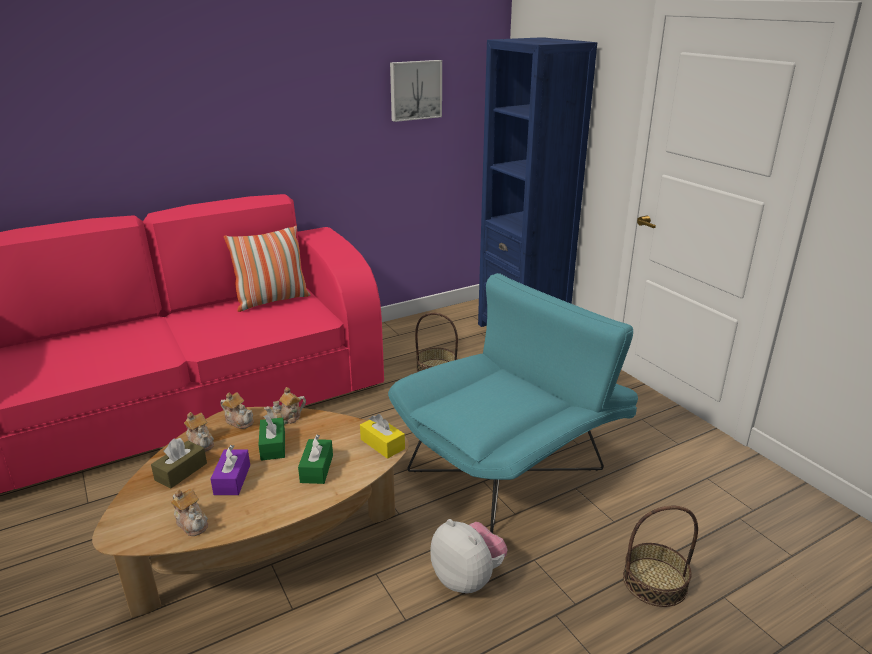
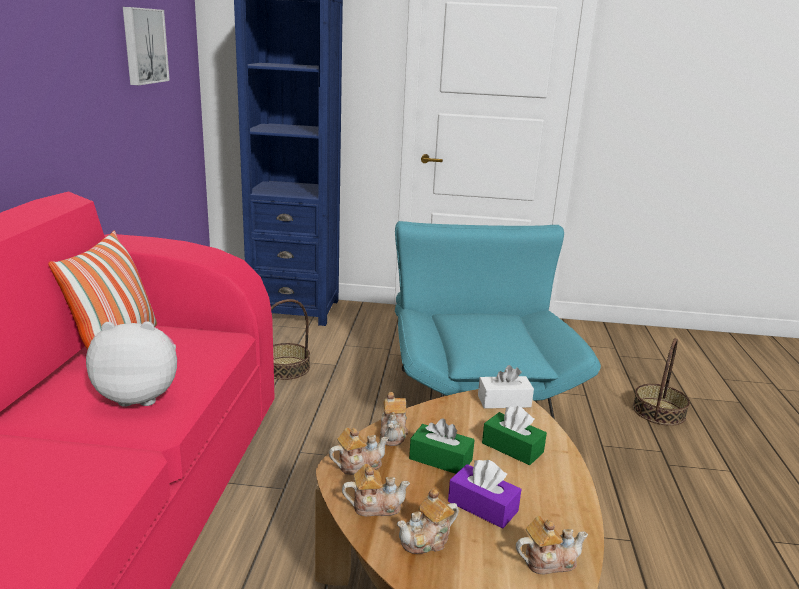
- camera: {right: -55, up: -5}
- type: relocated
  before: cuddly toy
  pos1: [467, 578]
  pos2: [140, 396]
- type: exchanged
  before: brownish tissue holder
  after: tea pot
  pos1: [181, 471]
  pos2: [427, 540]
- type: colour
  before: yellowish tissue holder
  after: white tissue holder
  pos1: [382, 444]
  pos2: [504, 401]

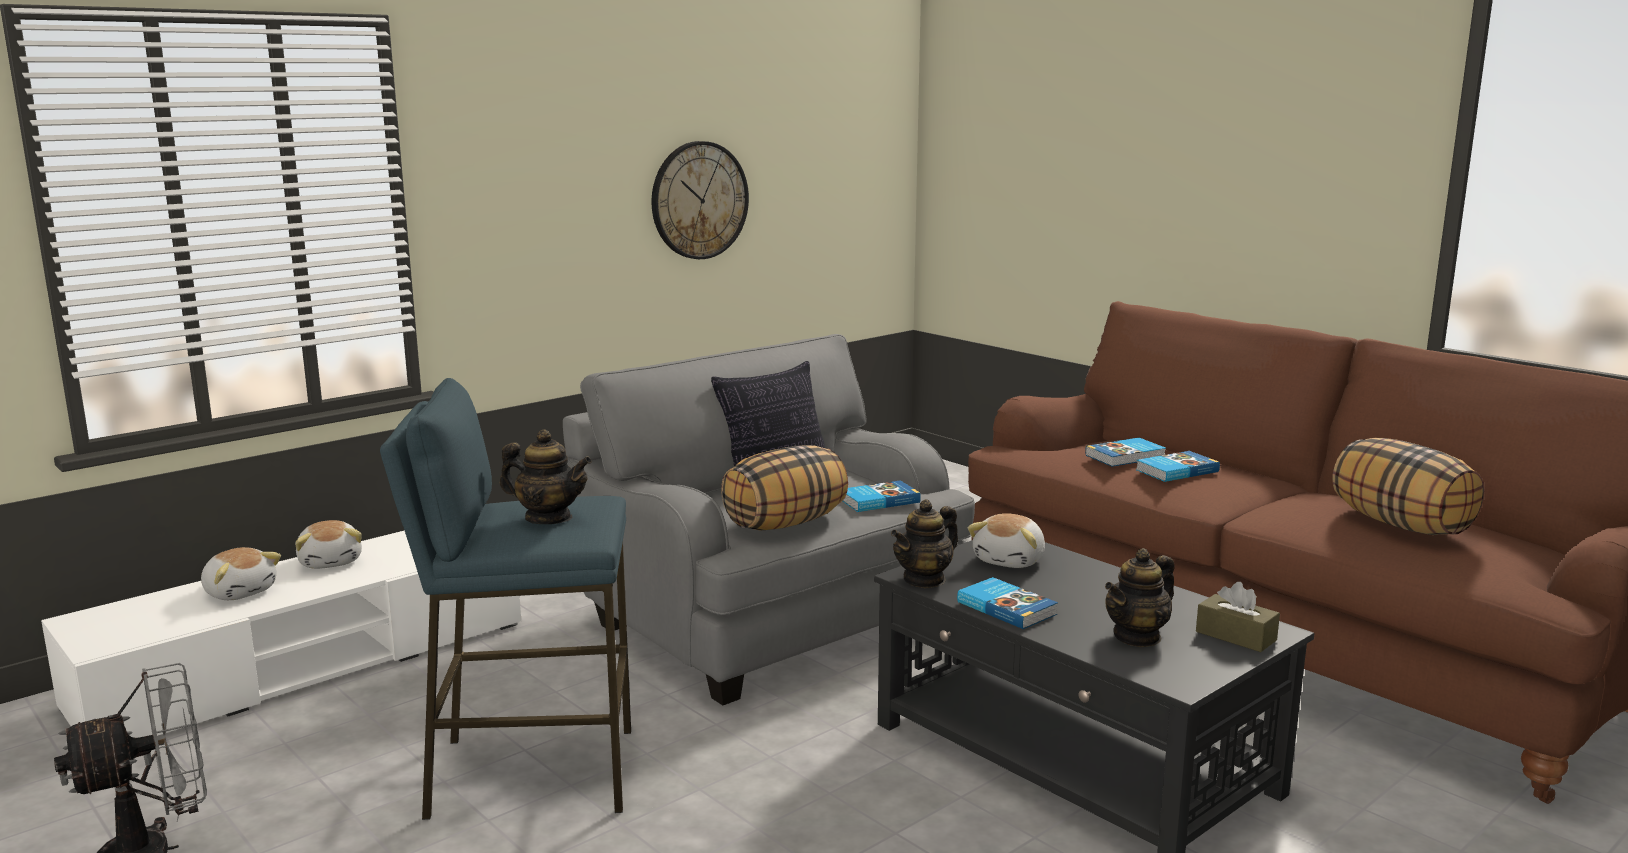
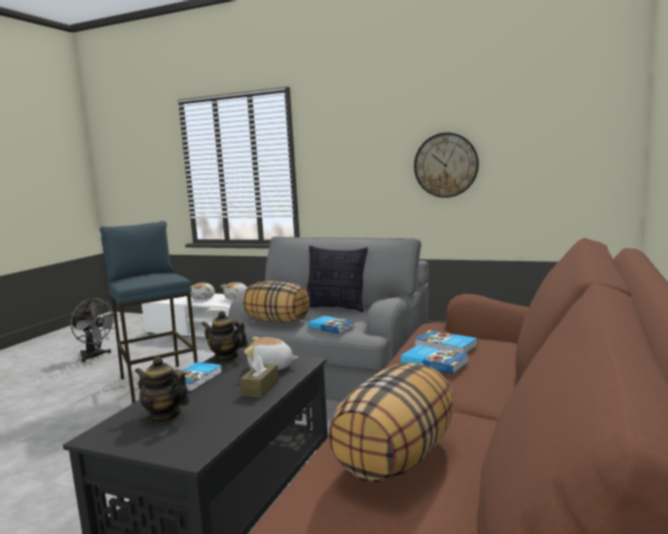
- camera: {right: 65, up: -5}
- type: relocated
  before: brownish tissue holder
  pos1: [1236, 636]
  pos2: [260, 388]
- type: missing
  before: tea pot
  pos1: [548, 518]

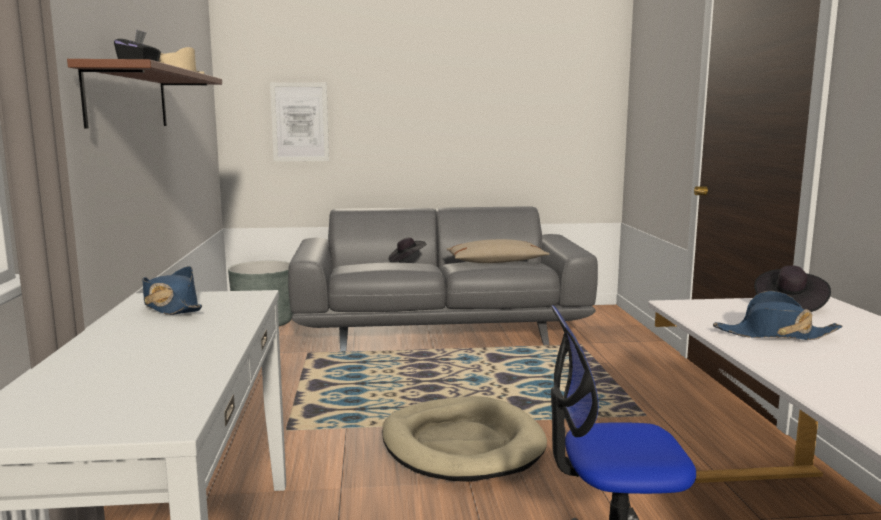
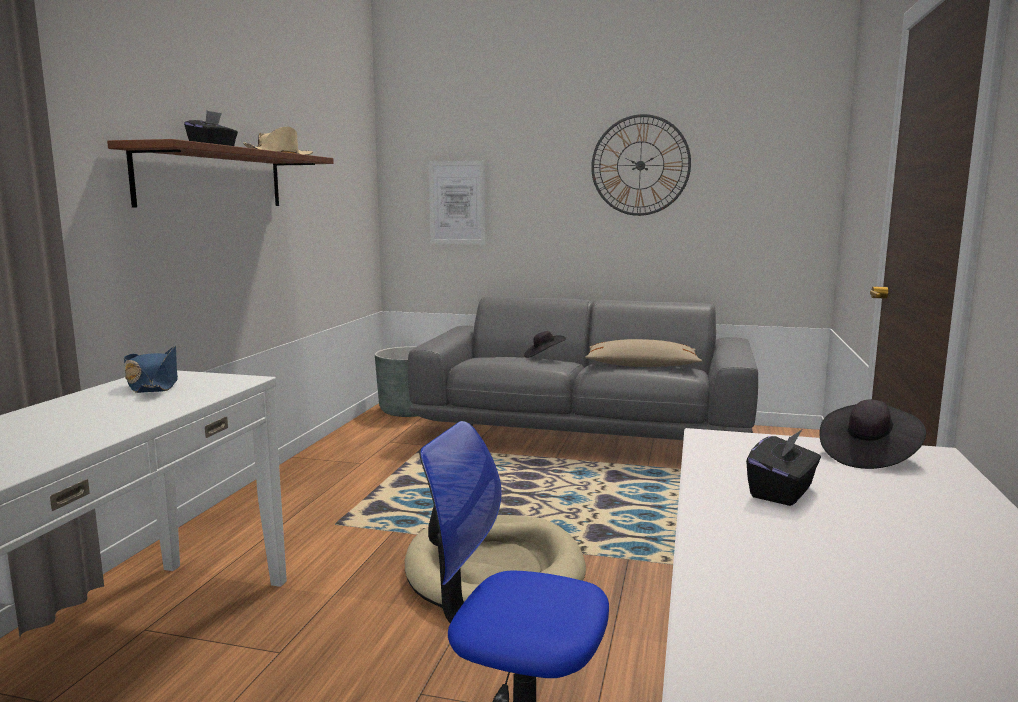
- camera: {right: 20, up: 0}
- type: appeared
  after: wall clock
  pos2: [640, 165]
- type: exchanged
  before: blue hat
  after: black-coloured tissue holder
  pos1: [775, 334]
  pos2: [782, 492]

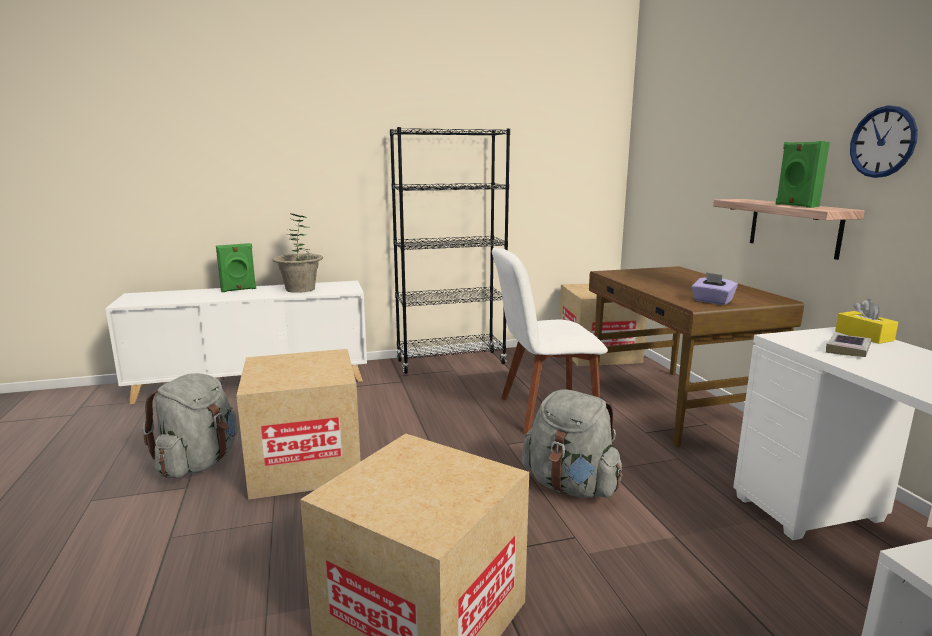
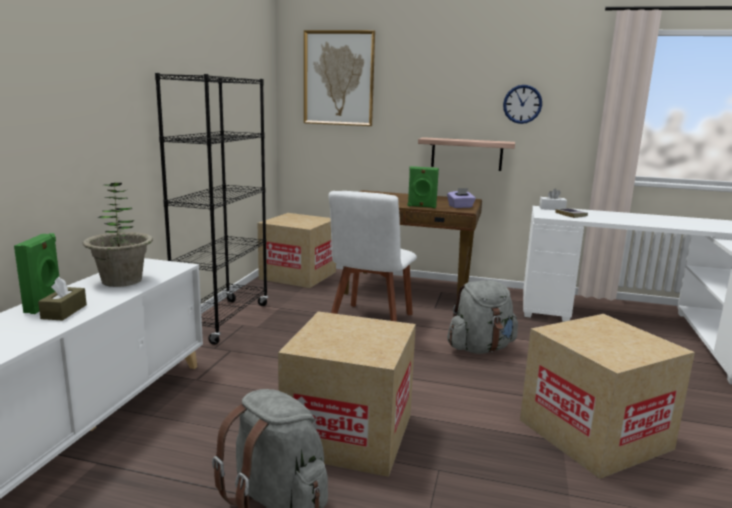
- camera: {right: -60, up: 0}
- type: appeared
  after: brownish tissue holder
  pos2: [64, 312]
- type: appeared
  after: wall art
  pos2: [338, 78]
- type: relocated
  before: green loudspeaker
  pos1: [795, 205]
  pos2: [421, 206]
- type: colour
  before: yellowish tissue holder
  after: white tissue holder
  pos1: [864, 336]
  pos2: [552, 208]

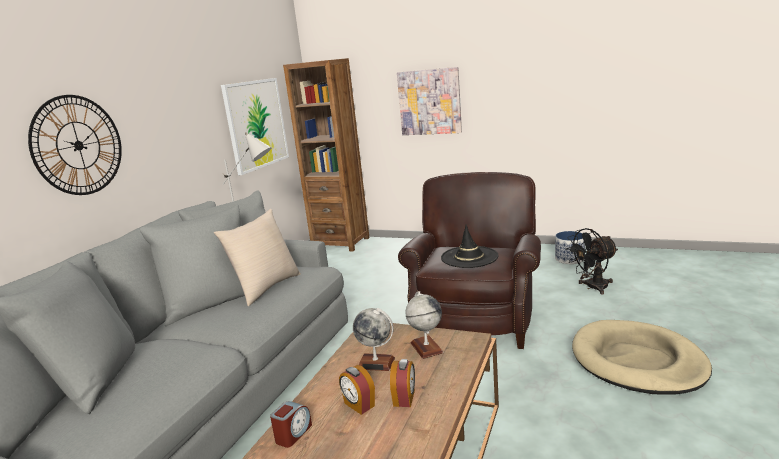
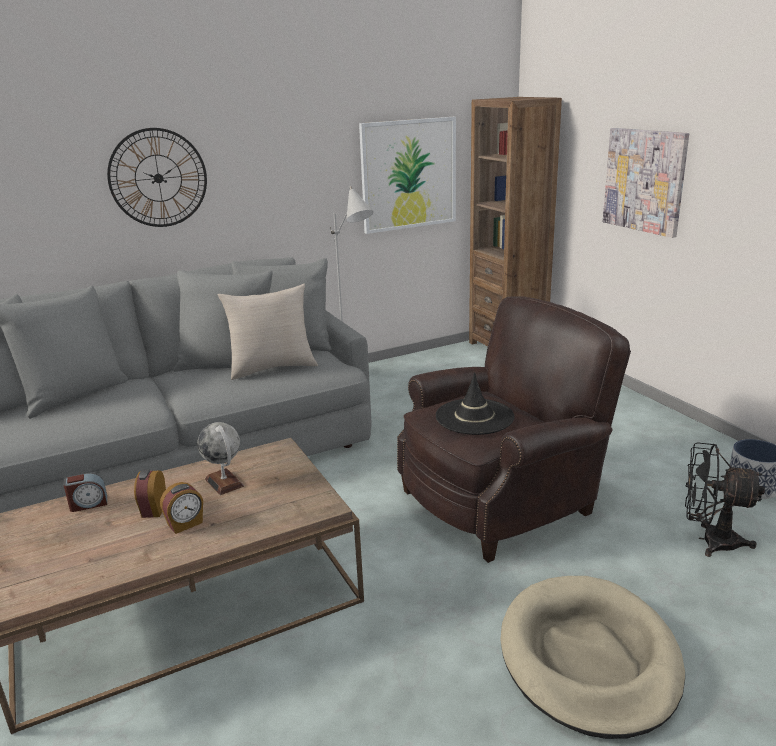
- camera: {right: 40, up: 5}
- type: missing
  before: desk globe
  pos1: [426, 347]

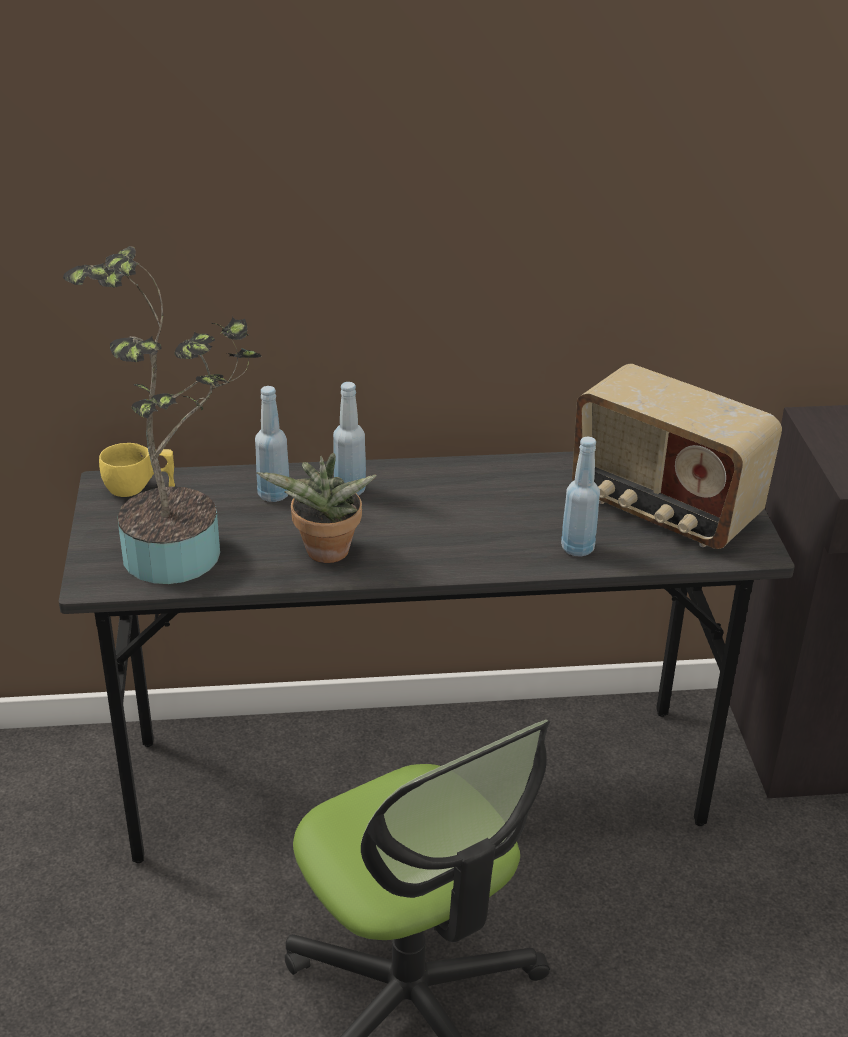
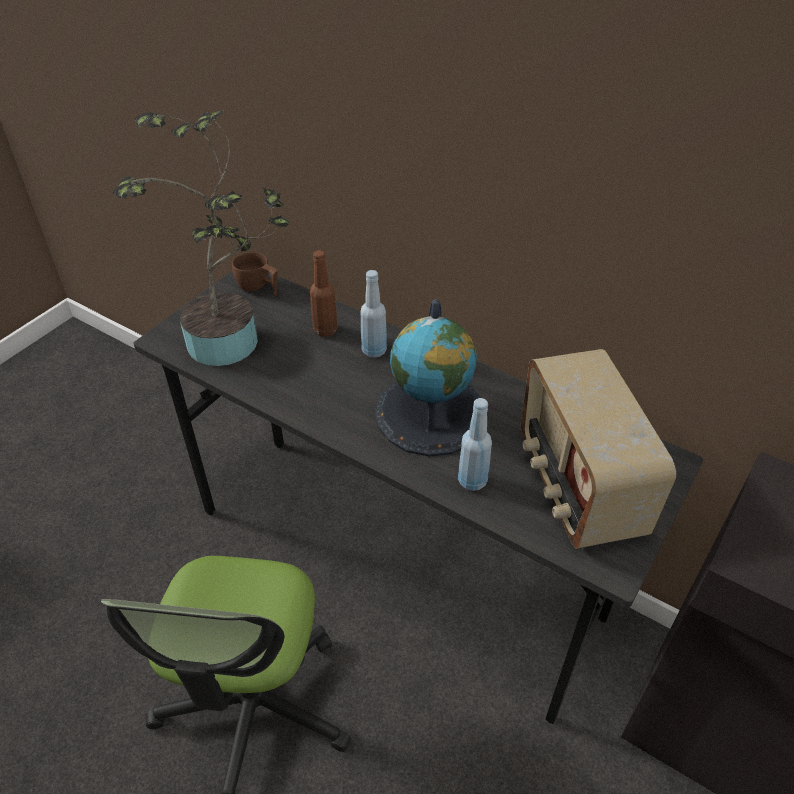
- camera: {right: 40, up: 10}
- type: colour
  before: yellowish small cup
  after: brownish small cup
  pos1: [139, 488]
  pos2: [258, 288]
- type: colour
  before: blue drink bottle
  after: brownish drink bottle
  pos1: [273, 494]
  pos2: [325, 330]
- type: appeared
  after: desk globe
  pos2: [431, 413]
- type: missing
  before: houseplant
  pos1: [325, 555]

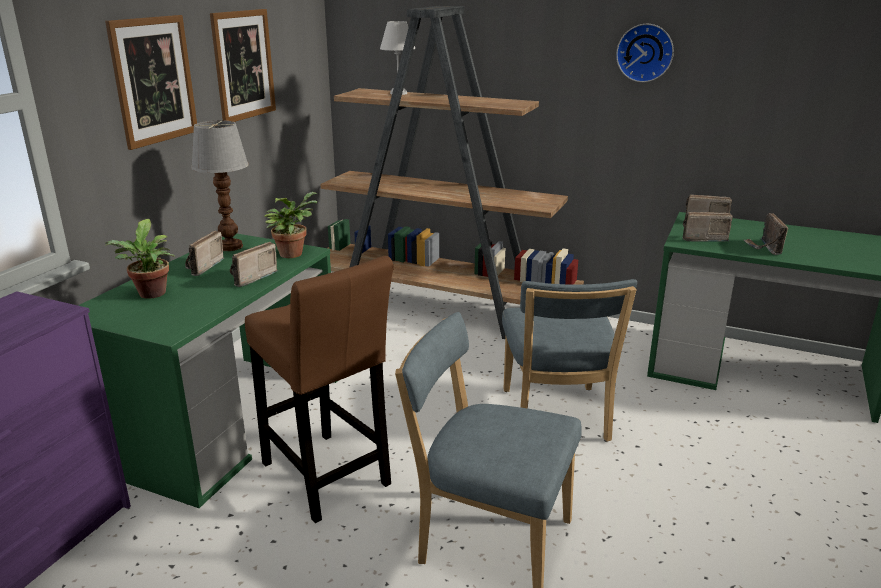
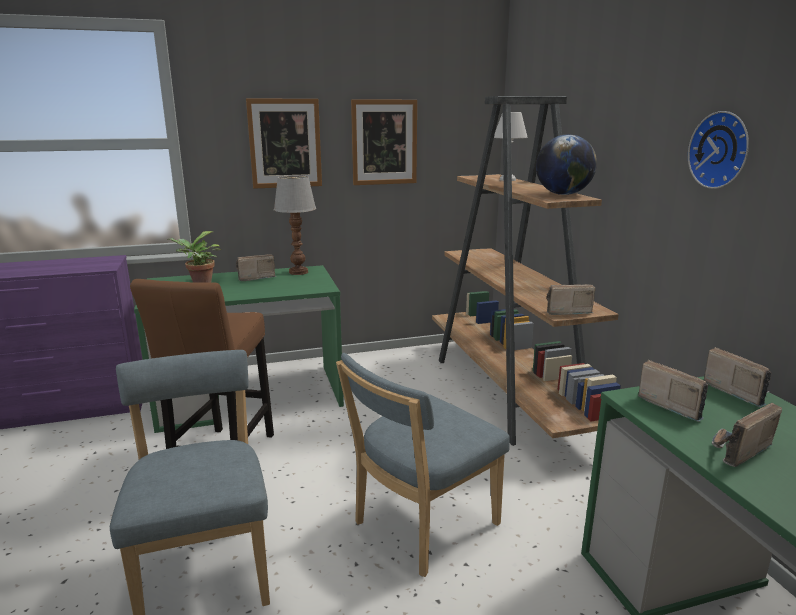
- camera: {right: 50, up: -5}
- type: appeared
  after: desk globe
  pos2: [563, 194]
- type: relocated
  before: radio set
  pos1: [250, 278]
  pos2: [565, 311]
- type: missing
  before: houseplant
  pos1: [292, 253]

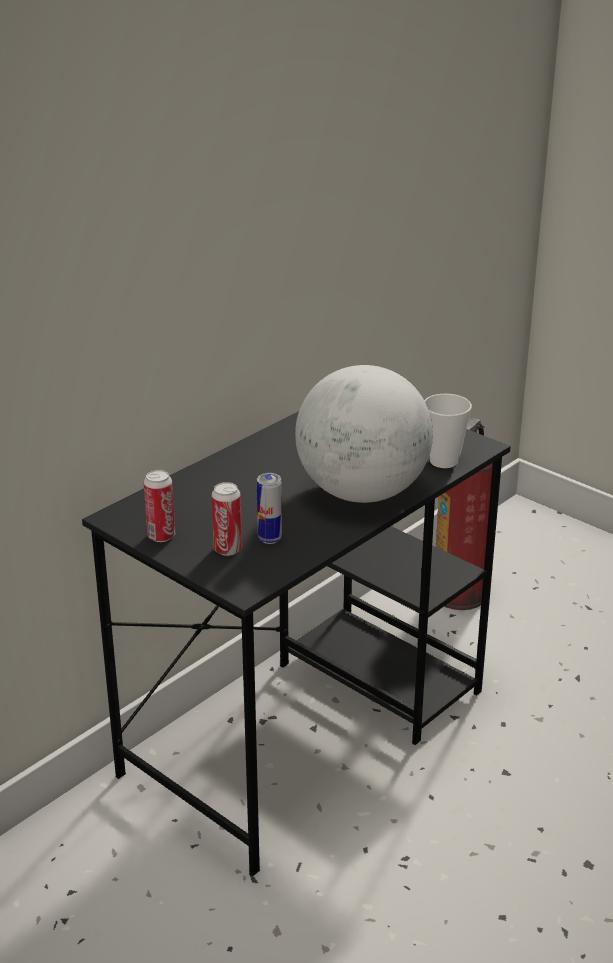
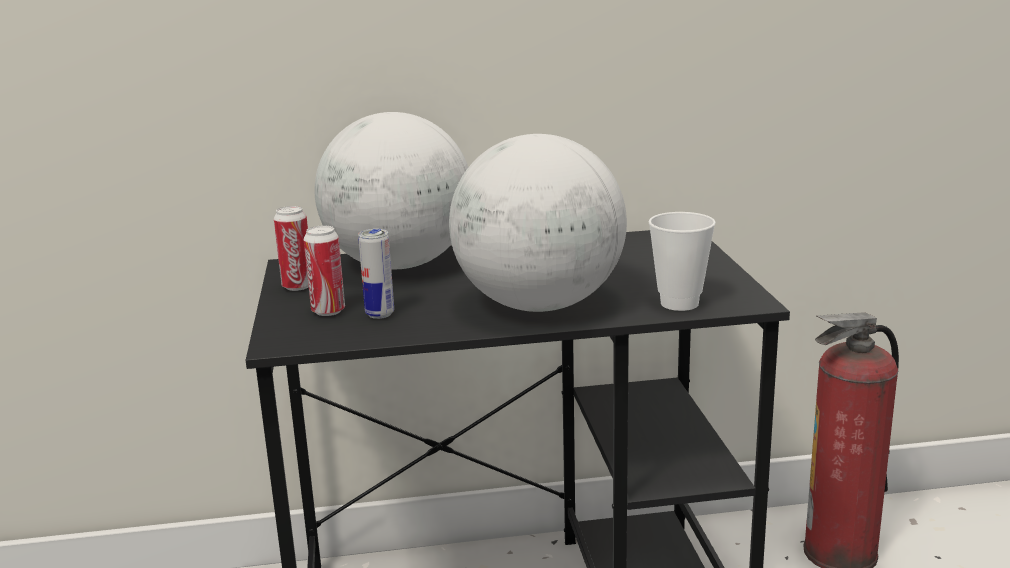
- camera: {right: 40, up: -10}
- type: appeared
  after: desk globe
  pos2: [400, 264]

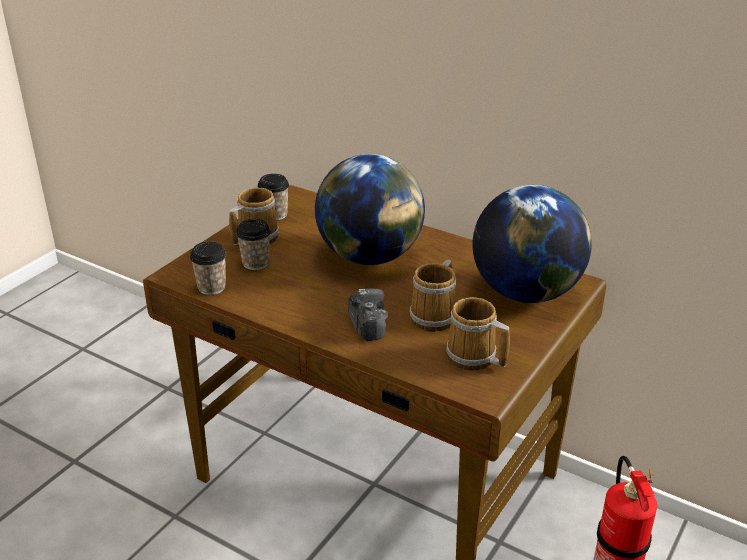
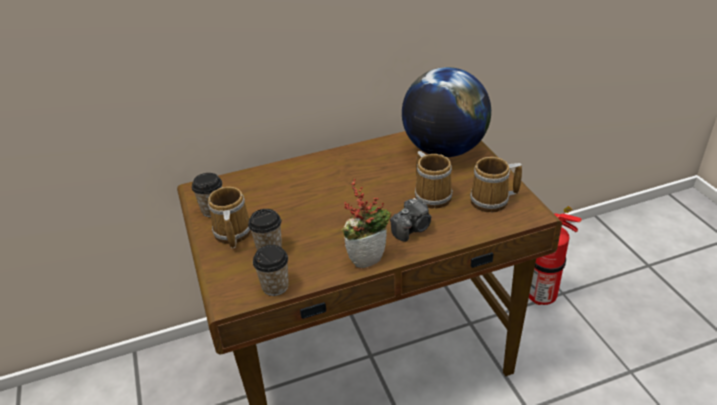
- camera: {right: -50, up: 5}
- type: appeared
  after: houseplant
  pos2: [367, 258]
- type: spun
  before: still camera
  pos1: [367, 326]
  pos2: [412, 229]
  turn: 120
- type: missing
  before: desk globe
  pos1: [370, 257]

